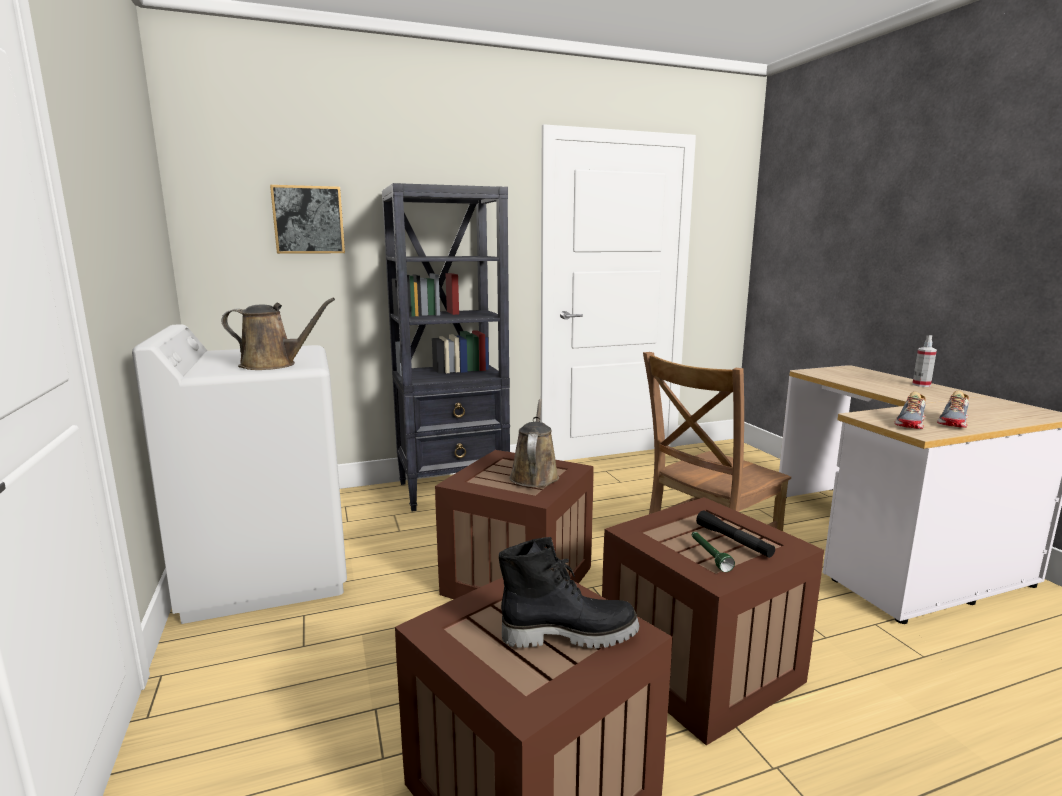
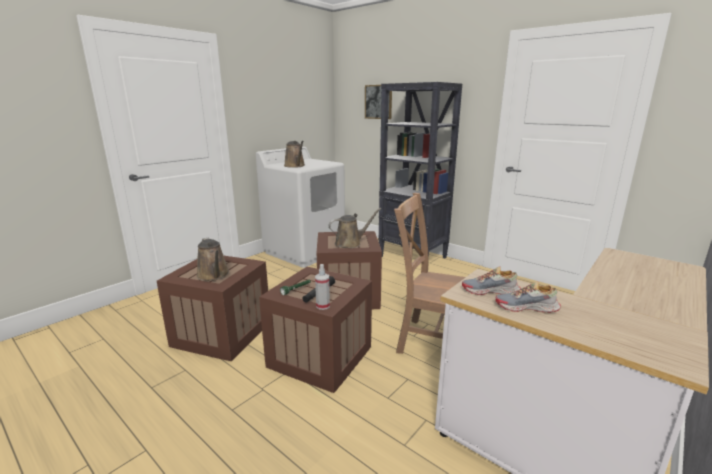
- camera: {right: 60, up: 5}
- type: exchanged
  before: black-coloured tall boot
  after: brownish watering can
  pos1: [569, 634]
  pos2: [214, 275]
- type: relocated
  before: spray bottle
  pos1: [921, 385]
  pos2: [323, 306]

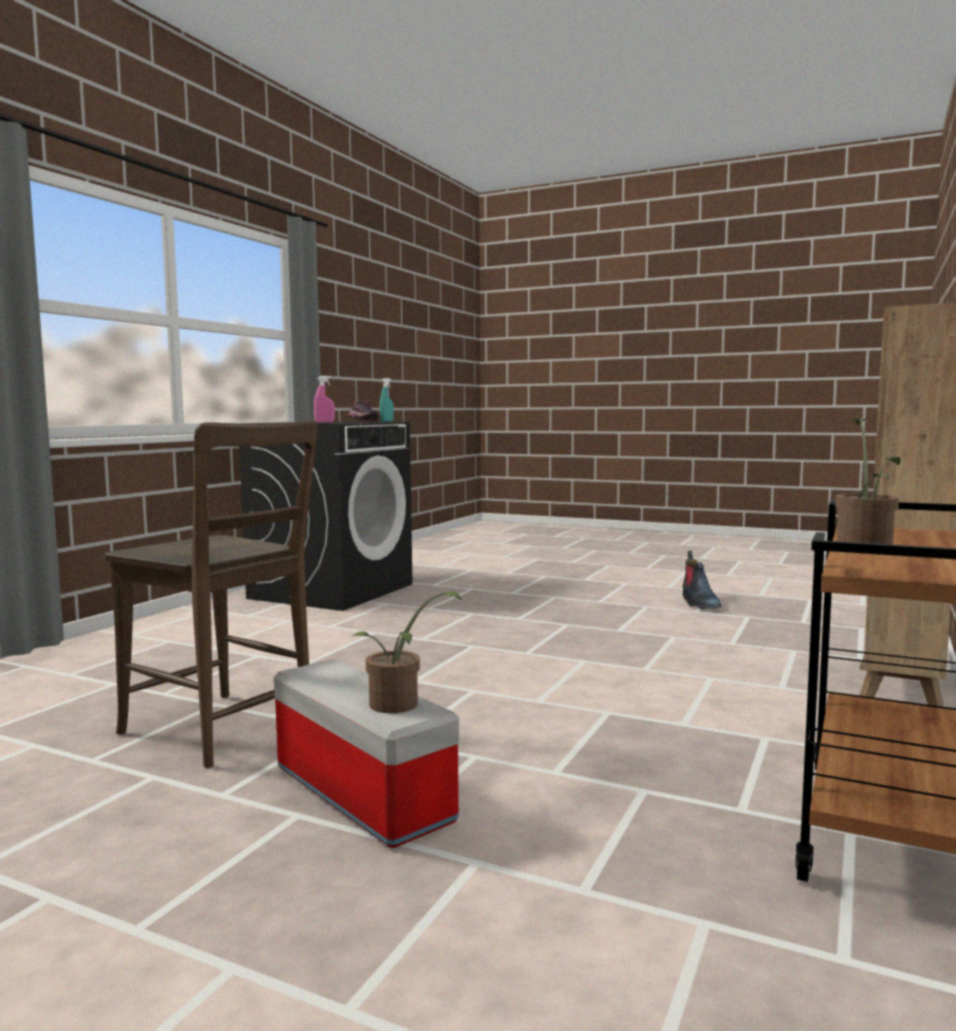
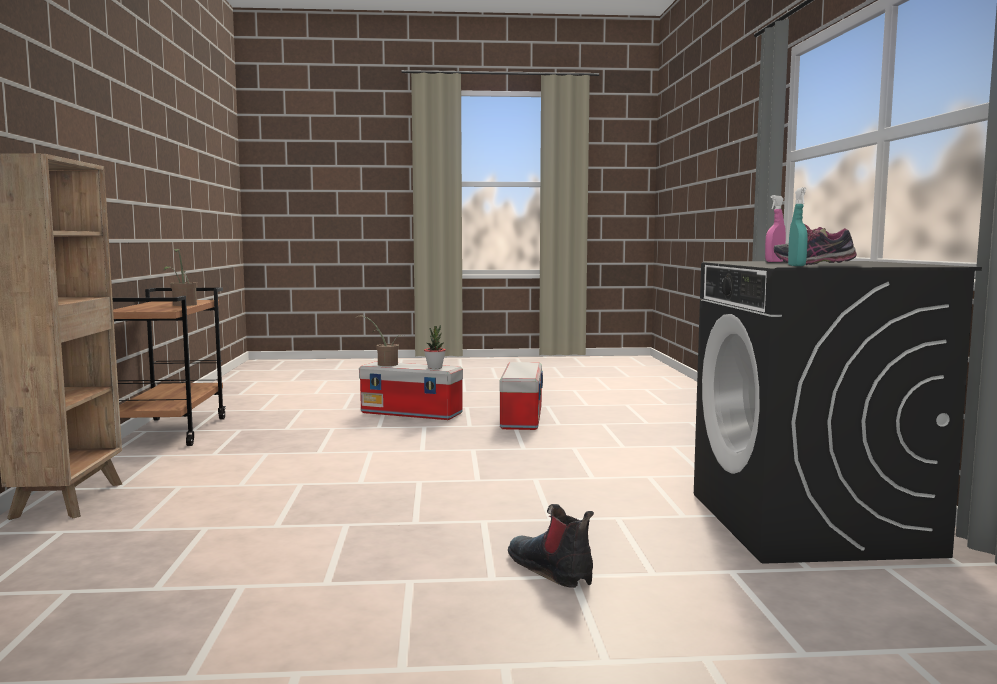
- camera: {right: 150, up: 0}
- type: appeared
  after: houseplant
  pos2: [435, 368]
- type: exchanged
  before: brownish upright chair
  after: storage bin
  pos1: [223, 731]
  pos2: [521, 418]
- type: relocated
  before: tall boot
  pos1: [699, 603]
  pos2: [552, 570]

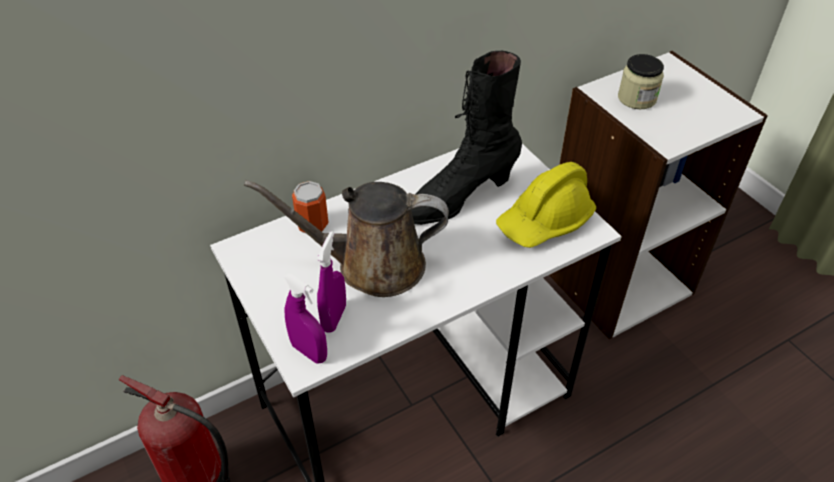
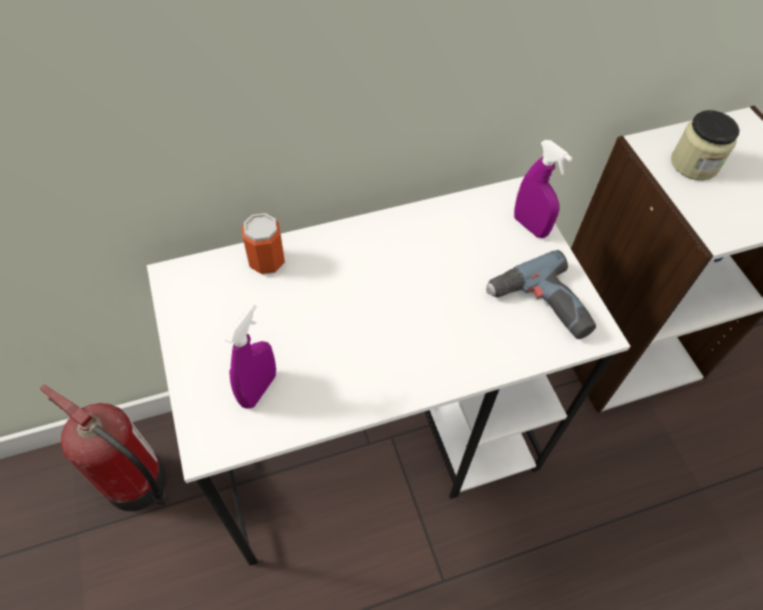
- camera: {right: 10, up: 10}
- type: exchanged
  before: yellowish safety helmet
  after: drill
  pos1: [545, 221]
  pos2: [540, 308]
- type: relocated
  before: purplish spray bottle
  pos1: [309, 352]
  pos2: [530, 226]
- type: missing
  before: brownish watering can
  pos1: [371, 265]
- type: missing
  before: black-coloured tall boot
  pos1: [458, 198]

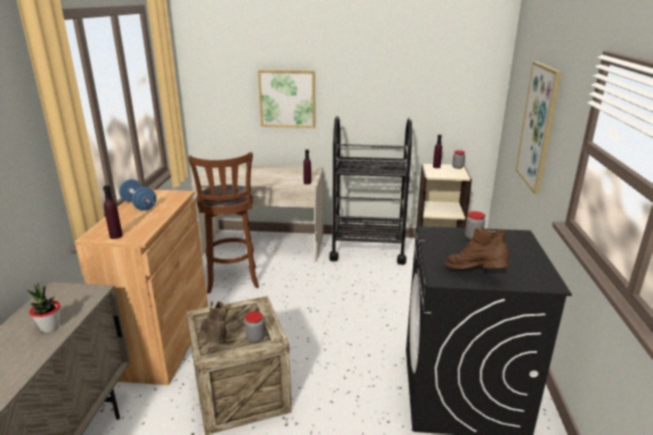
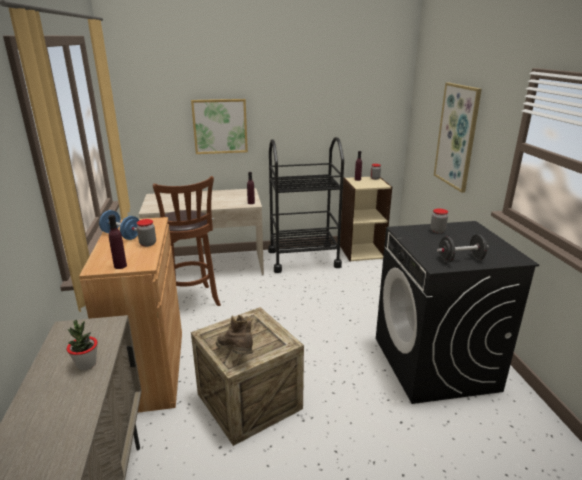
- camera: {right: -15, up: 0}
- type: relocated
  before: preserve jar
  pos1: [255, 338]
  pos2: [148, 244]
- type: exchanged
  before: brownish tall boot
  after: black-coloured free weight
  pos1: [475, 275]
  pos2: [460, 259]

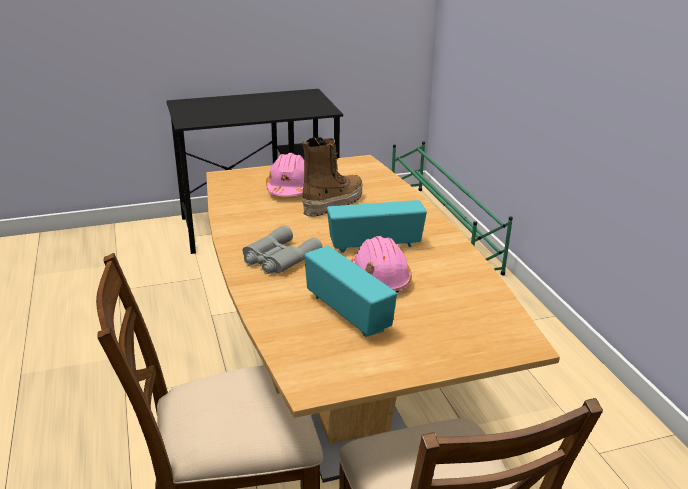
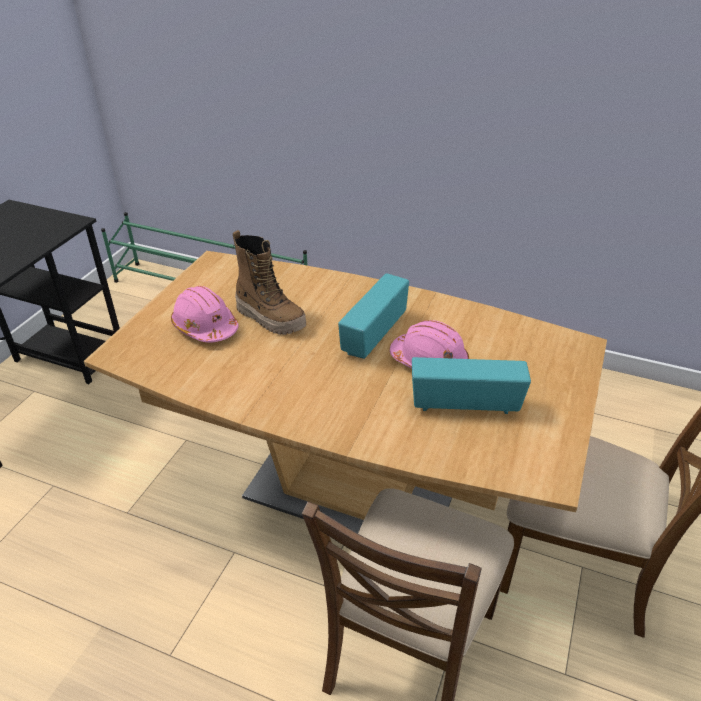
- camera: {right: -50, up: 10}
- type: spun
  before: tall boot
  pos1: [332, 203]
  pos2: [271, 318]
  turn: 135
- type: missing
  before: gray binoculars
  pos1: [278, 258]

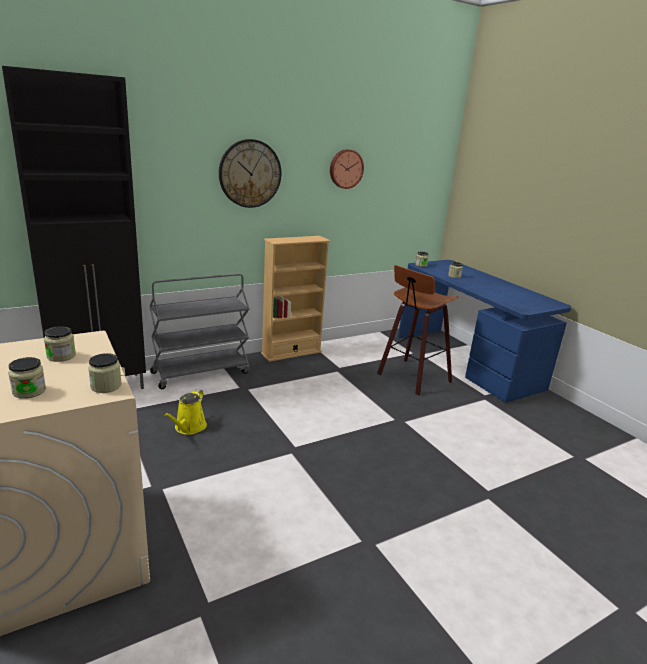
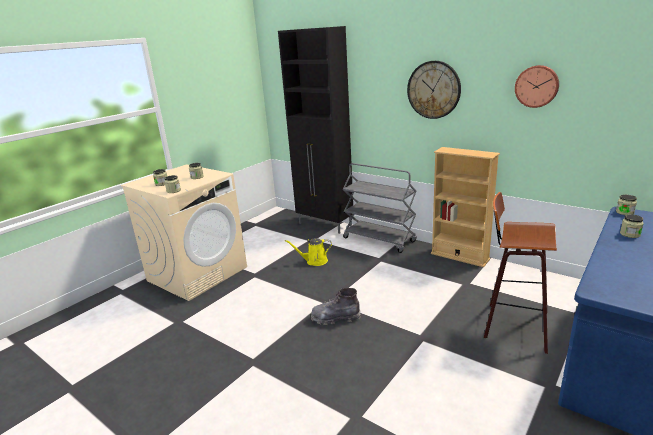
- camera: {right: 70, up: 0}
- type: appeared
  after: gray tall boot
  pos2: [335, 318]

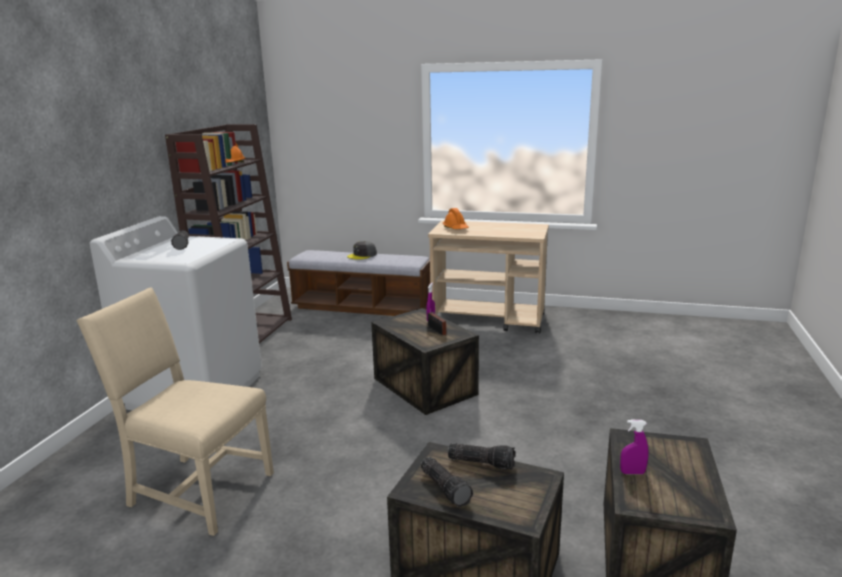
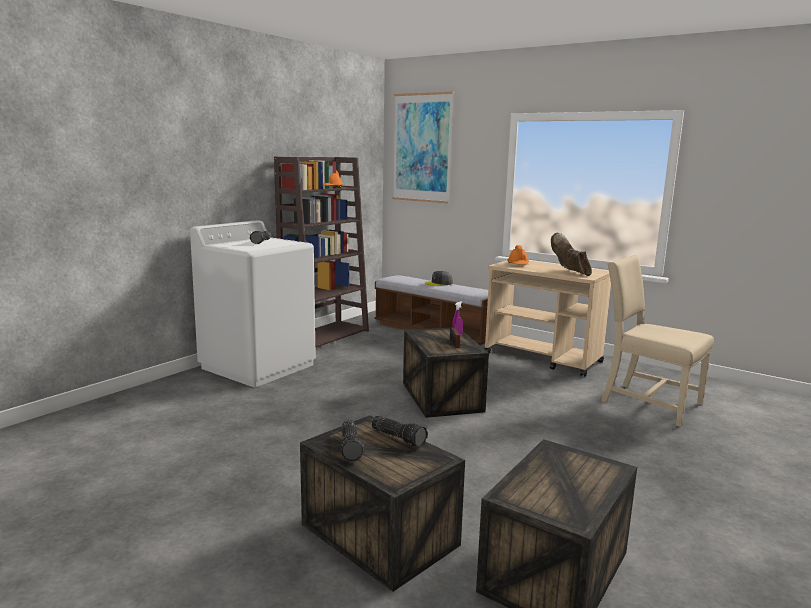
- camera: {right: 20, up: -5}
- type: appeared
  after: wall art
  pos2: [422, 148]
- type: appeared
  after: brownish tall boot
  pos2: [570, 272]
- type: relocated
  before: sand-coloured upright chair
  pos1: [196, 490]
  pos2: [647, 402]
- type: missing
  before: purplish spray bottle
  pos1: [632, 472]

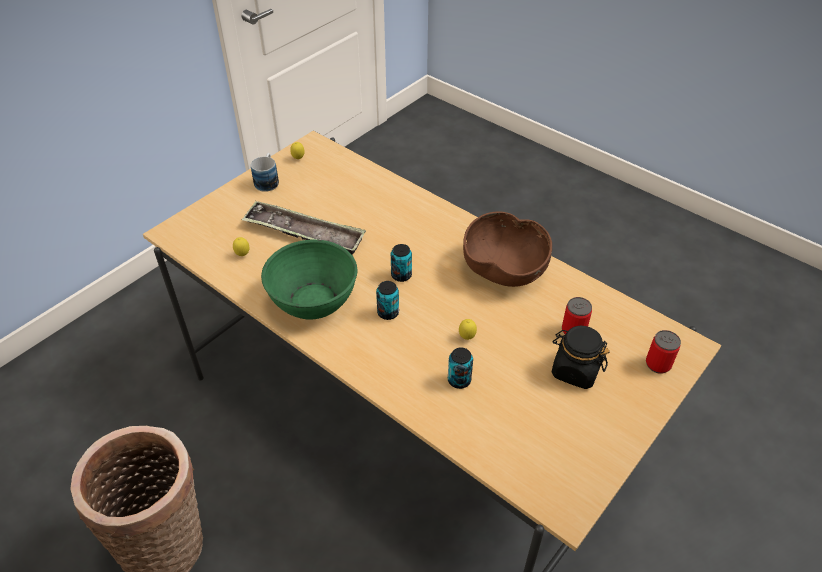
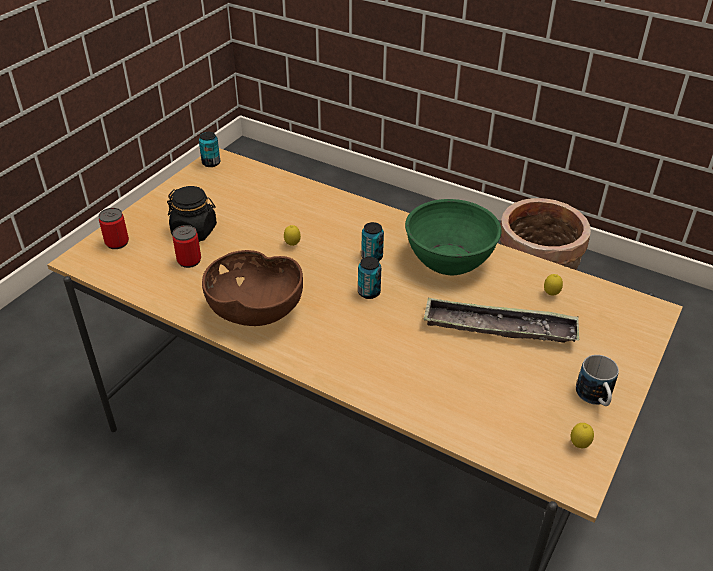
- camera: {right: 170, up: -5}
- type: relocated
  before: metal can
  pos1: [459, 380]
  pos2: [211, 163]

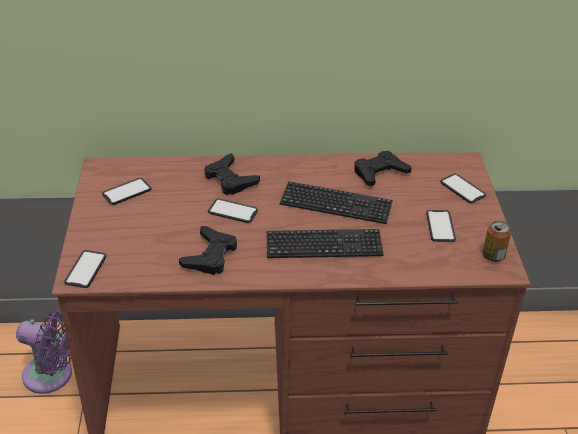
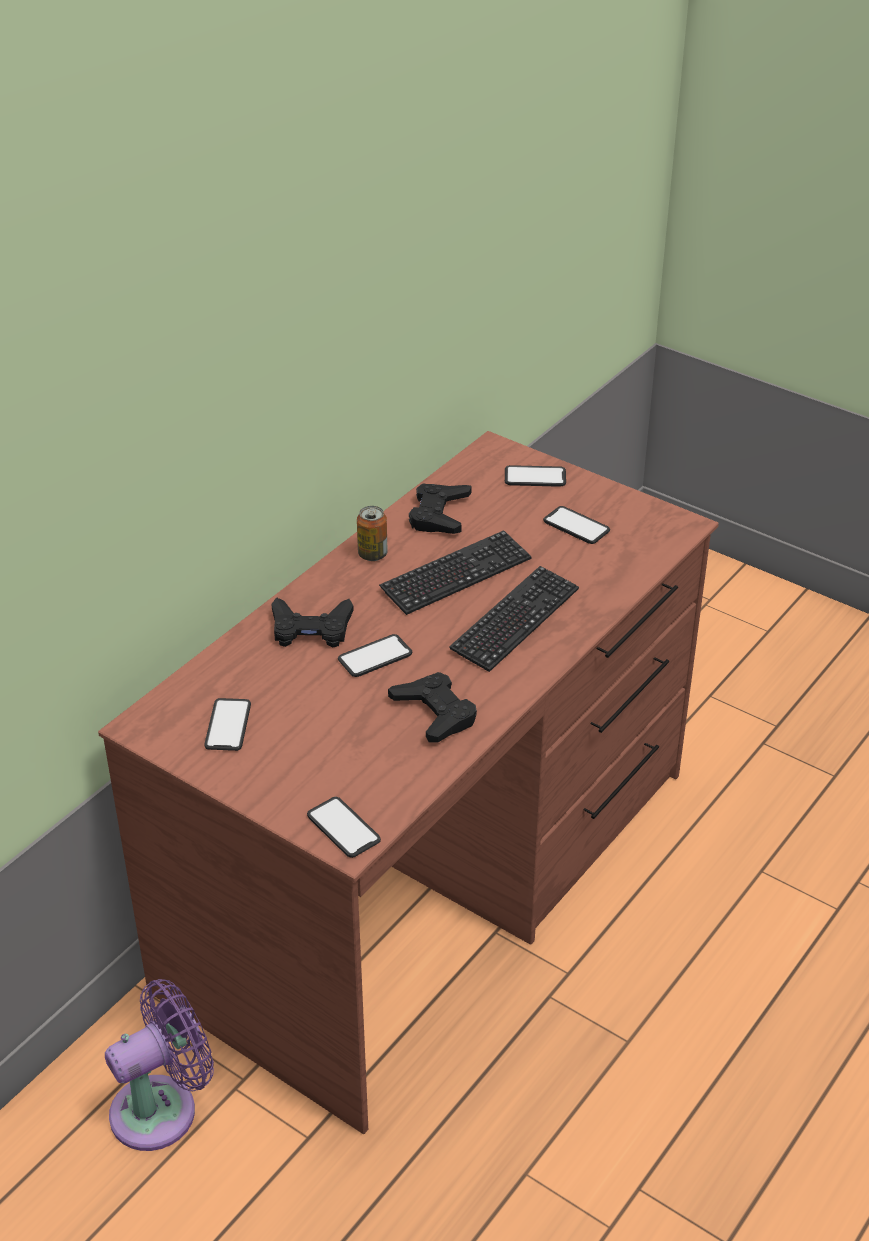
- camera: {right: -50, up: 0}
- type: relocated
  before: metal can
  pos1: [493, 256]
  pos2: [372, 554]

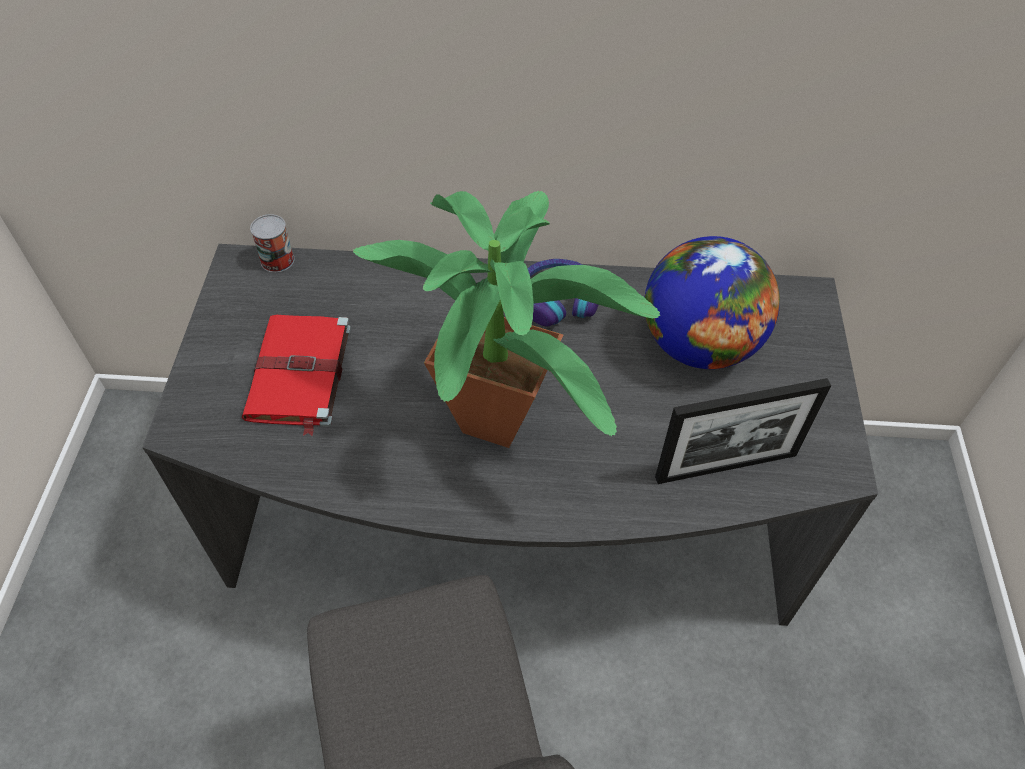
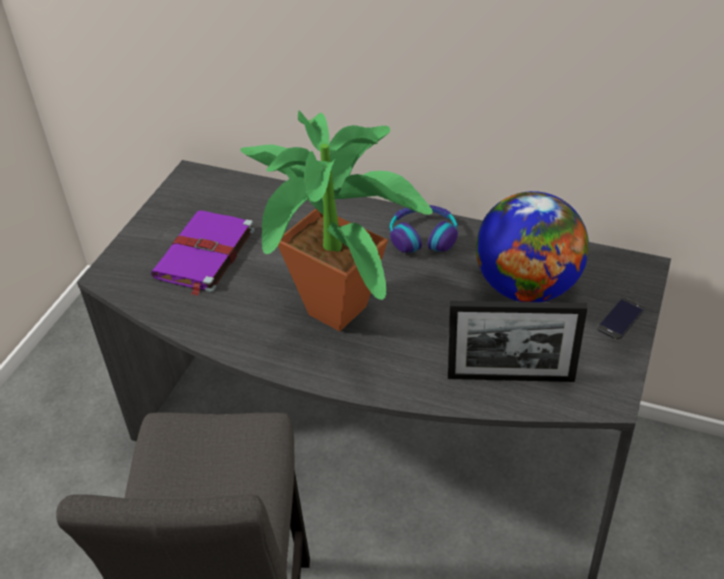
- camera: {right: 20, up: -10}
- type: colour
  before: reddish bound book
  after: purplish bound book
  pos1: [299, 375]
  pos2: [204, 255]
- type: appeared
  after: telephone
  pos2: [620, 319]
- type: missing
  before: metal can
  pos1: [277, 260]

